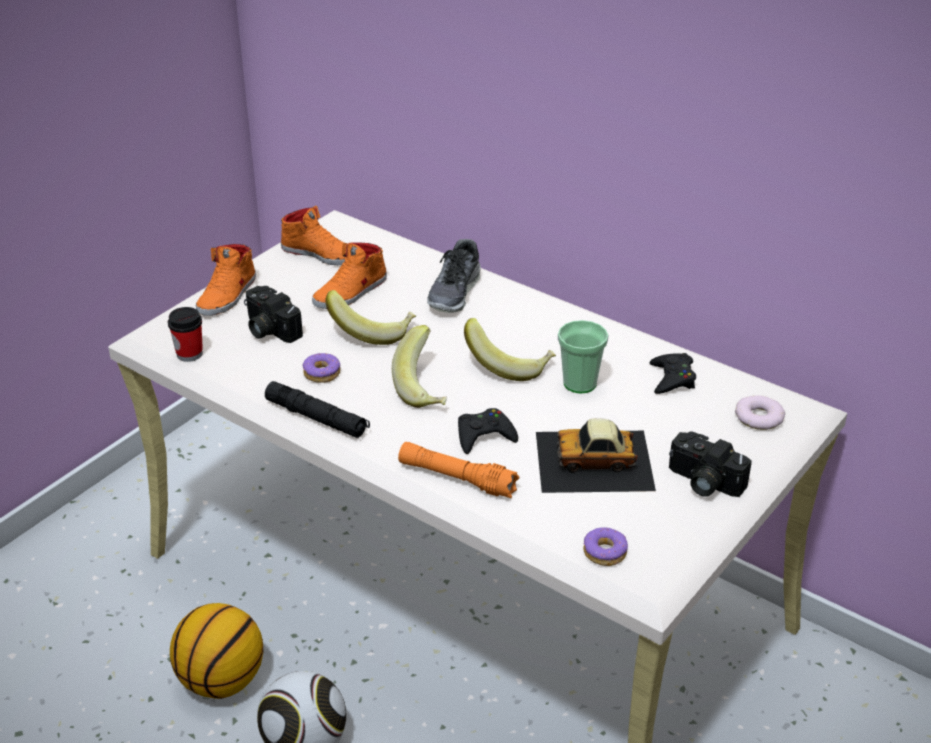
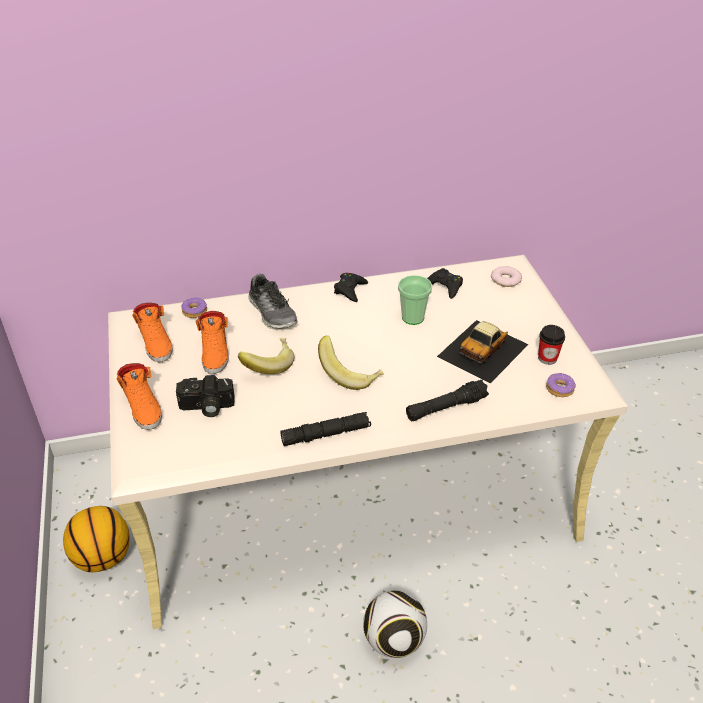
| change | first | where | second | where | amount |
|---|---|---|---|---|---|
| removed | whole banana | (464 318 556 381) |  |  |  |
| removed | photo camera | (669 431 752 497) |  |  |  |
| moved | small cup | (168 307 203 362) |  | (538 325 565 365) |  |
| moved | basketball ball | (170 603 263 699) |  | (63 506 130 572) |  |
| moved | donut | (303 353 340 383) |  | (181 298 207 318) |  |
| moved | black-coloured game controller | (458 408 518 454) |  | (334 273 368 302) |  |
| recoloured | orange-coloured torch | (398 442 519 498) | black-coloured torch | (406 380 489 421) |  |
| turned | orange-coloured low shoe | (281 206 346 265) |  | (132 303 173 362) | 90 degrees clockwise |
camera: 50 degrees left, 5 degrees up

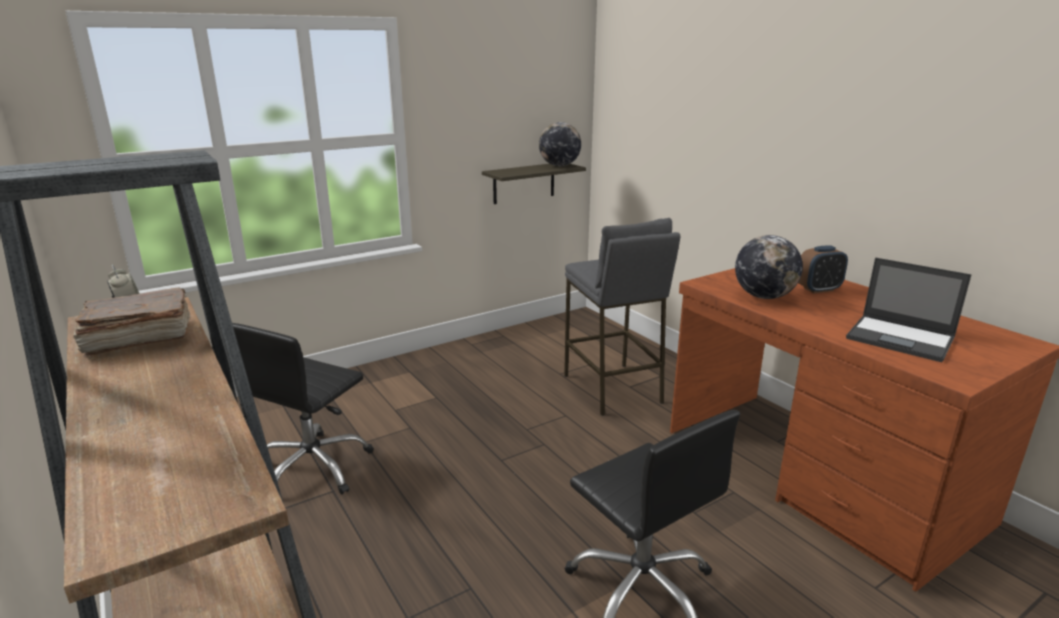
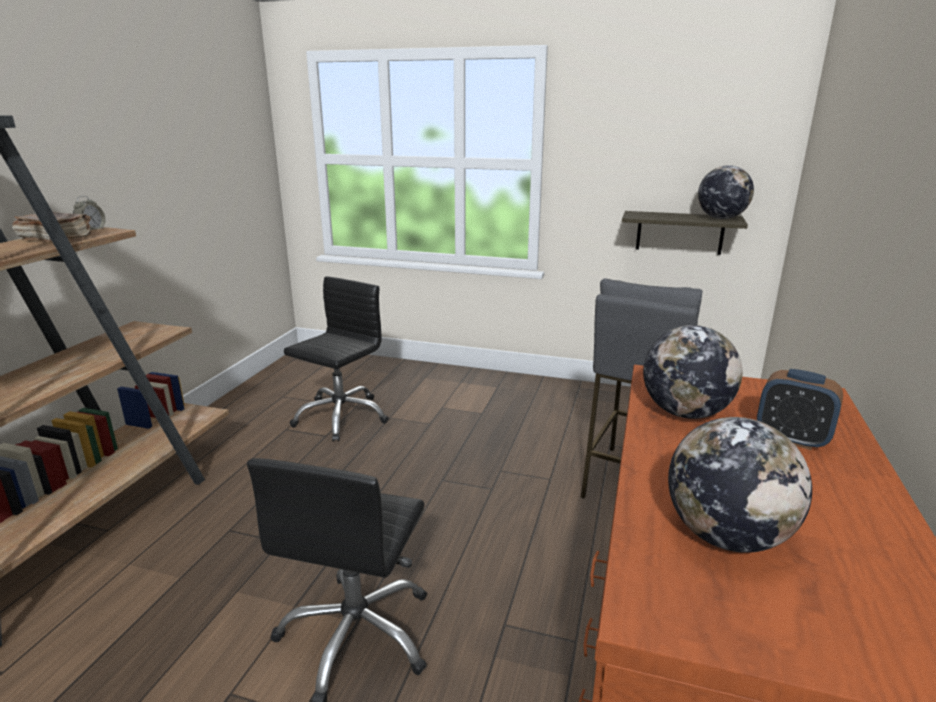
| change | first | where | second | where | amount |
|---|---|---|---|---|---|
| replaced | laptop | (846 257 972 362) | globe | (668 417 812 553) |  |
| turned | black-coloured office chair | (232 323 374 495) |  | (284 276 389 442) | 135 degrees clockwise |
camera: 50 degrees right, 0 degrees up

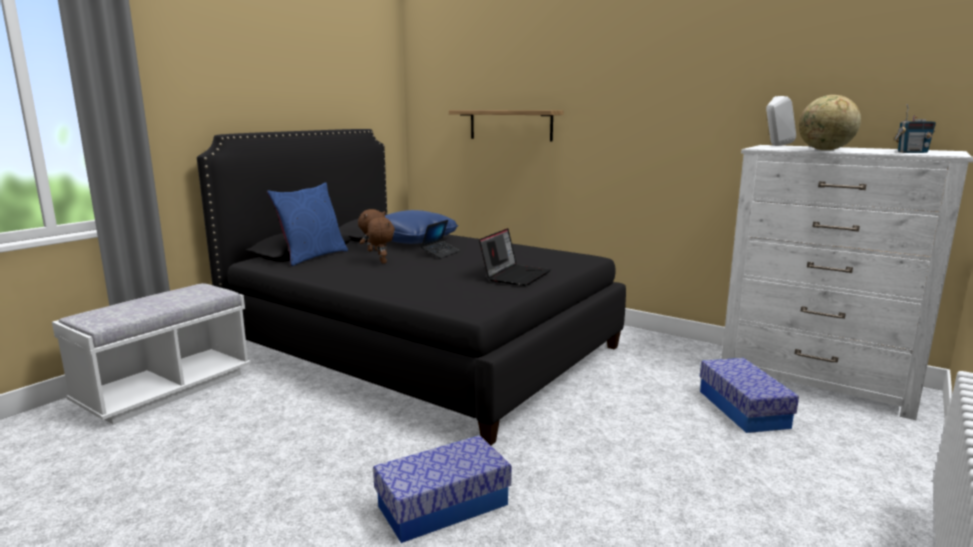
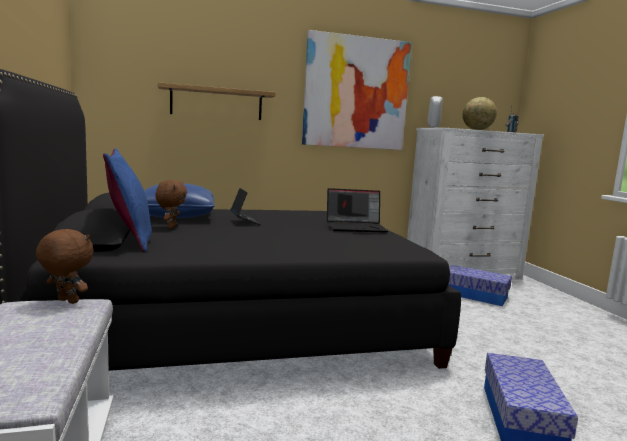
| change | first | where | second | where | amount |
|---|---|---|---|---|---|
| added |  |  | wall picture | (302 30 412 150) |  |
| moved | brown-coloured cuddly toy | (368 217 395 264) |  | (36 229 94 304) |  |
| turned | laptop | (479 228 551 286) |  | (327 188 388 233) | 105 degrees clockwise |
camera: 50 degrees left, 5 degrees down

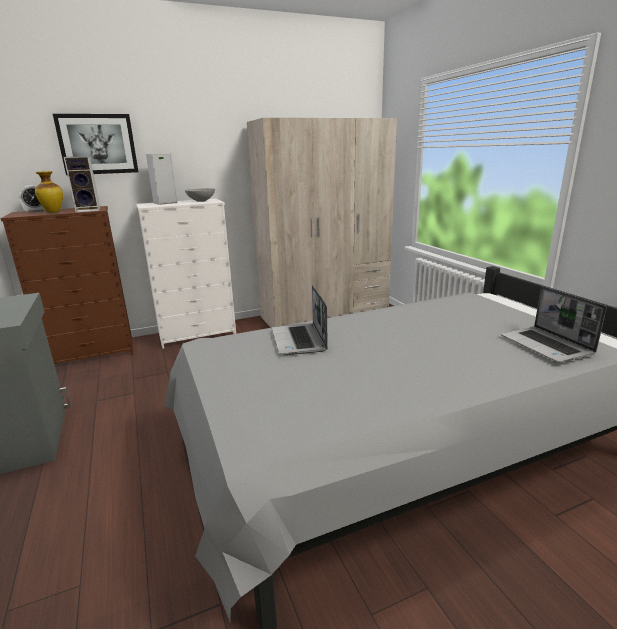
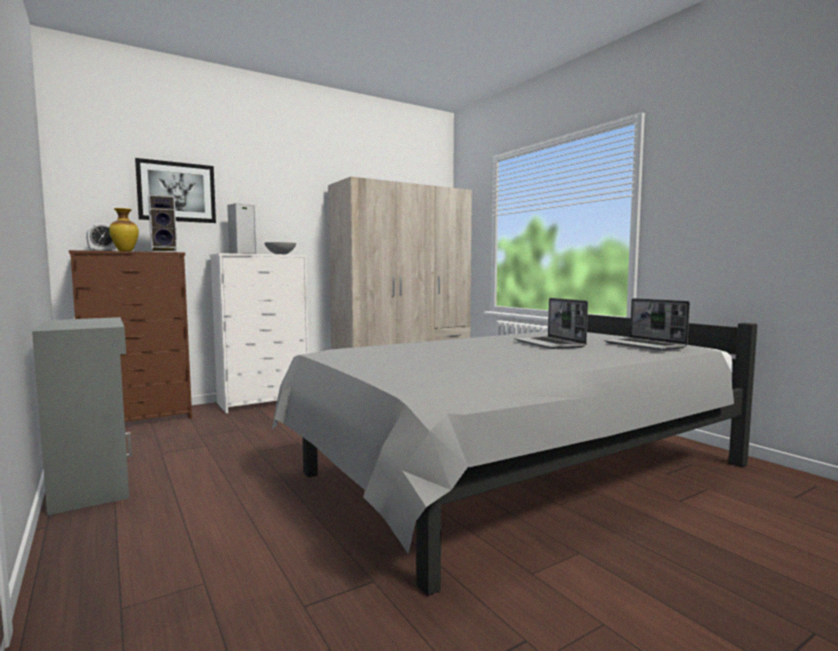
| change | first | where | second | where | amount |
|---|---|---|---|---|---|
| moved | laptop | (272 285 328 355) |  | (514 298 588 349) |  |
camera: 10 degrees left, 15 degrees down

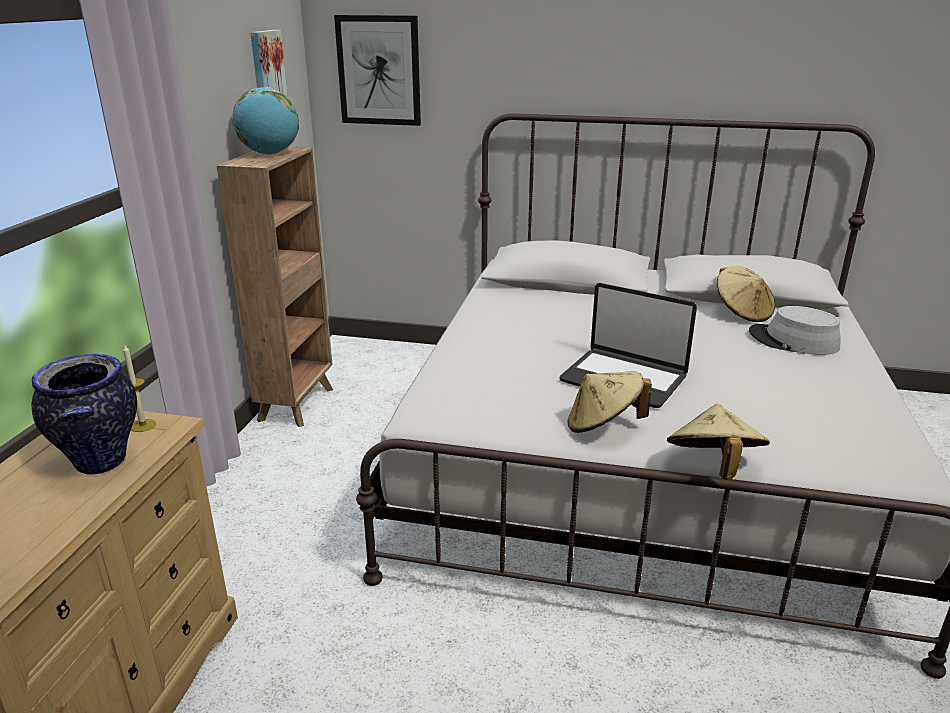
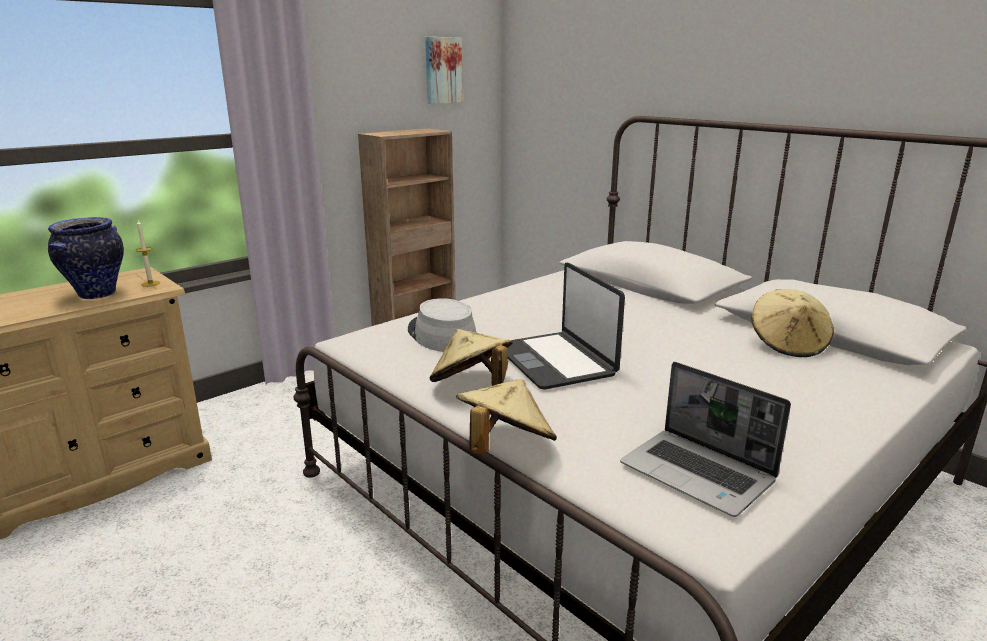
| change | first | where | second | where | amount |
|---|---|---|---|---|---|
| removed | globe | (232 87 299 155) |  |  |  |
| removed | wall picture | (334 15 421 126) |  |  |  |
| added |  |  | laptop | (620 362 791 517) |  |
| moved | grey wearable hat | (749 306 840 355) |  | (408 298 476 352) |  |
camera: 35 degrees right, 5 degrees down

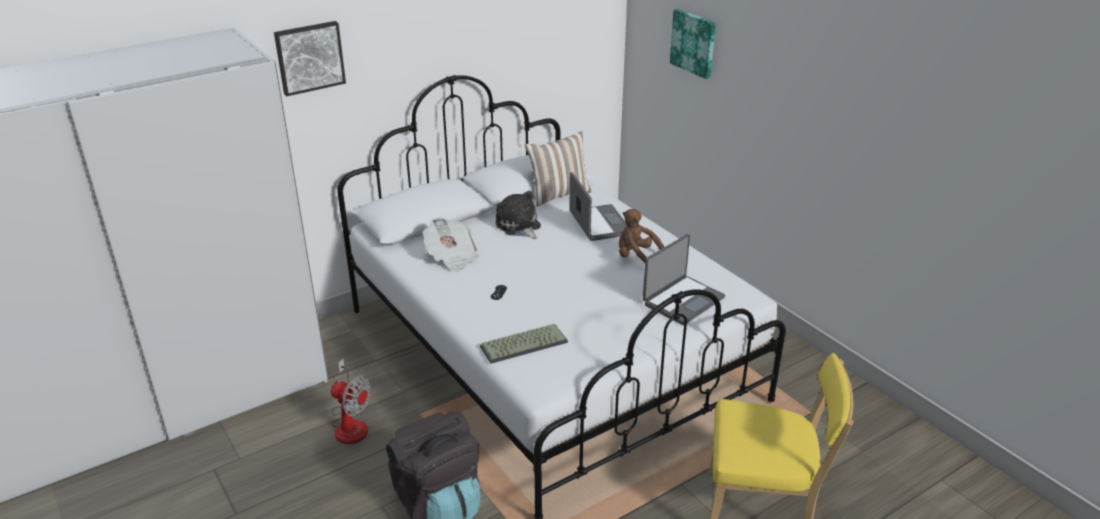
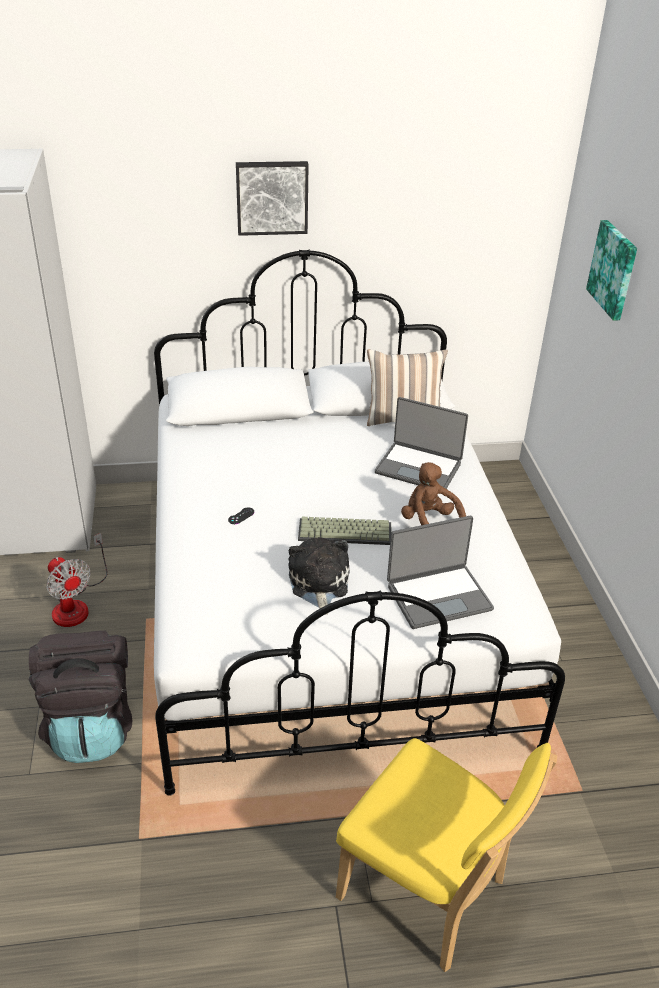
| change | first | where | second | where | amount |
|---|---|---|---|---|---|
| removed | printed paper | (423 217 479 272) |  |  |  |
| moved | wall picture | (274 21 346 96) |  | (236 161 309 236) |  |
| moved | PC keyboard | (480 324 568 364) |  | (298 517 392 545) |  |
| moved | cuddly toy | (496 191 541 239) |  | (288 537 349 615) |  |
| turned | laptop | (569 172 627 241) |  | (375 397 468 489) | 105 degrees clockwise |
camera: 25 degrees right, 5 degrees up

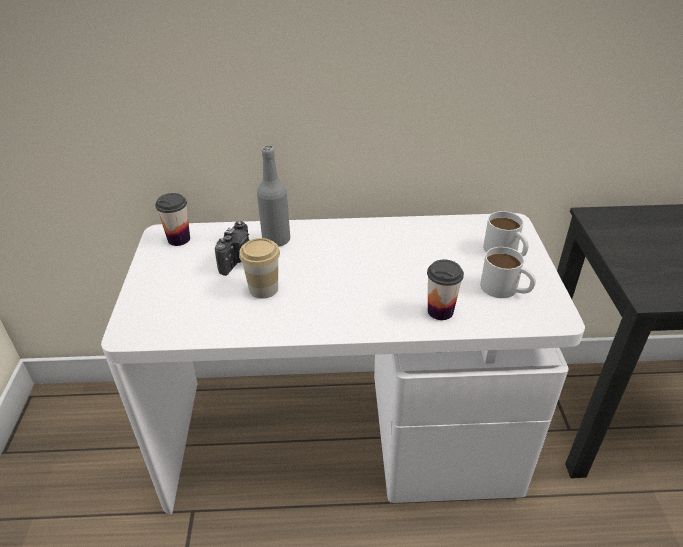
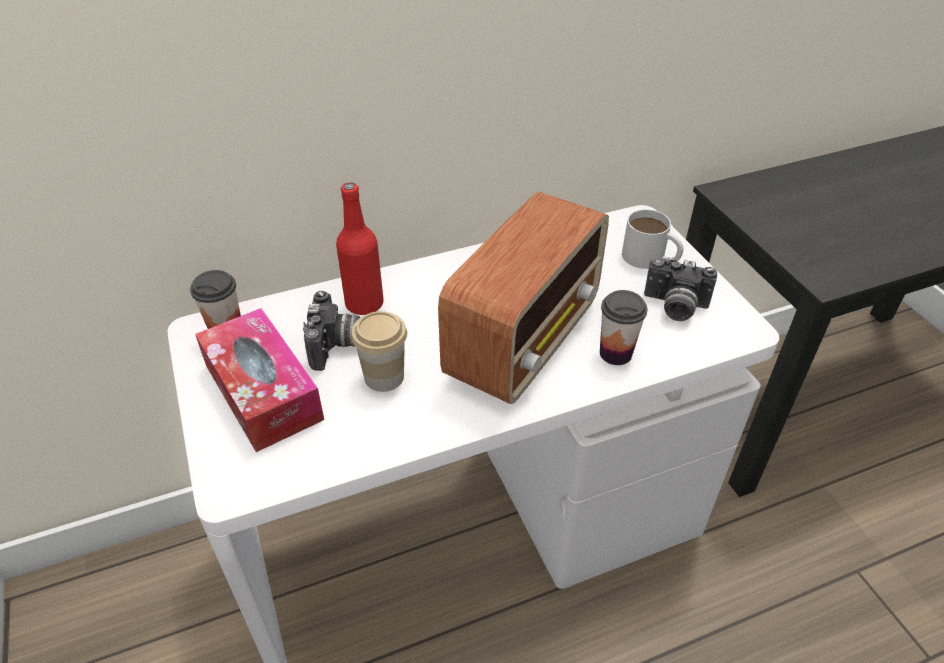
| change | first | where | second | where | amount |
|---|---|---|---|---|---|
| added |  |  | tissue holder | (195 308 324 452) |  |
| added |  |  | radio set | (438 192 609 404) |  |
| replaced | whitish tea mug | (480 247 536 298) | photo camera | (644 258 717 321) |  |
| recoloured | grey beverage bottle | (257 146 290 247) | red-coloured beverage bottle | (336 182 384 315) |  |
camera: 20 degrees left, 5 degrees up

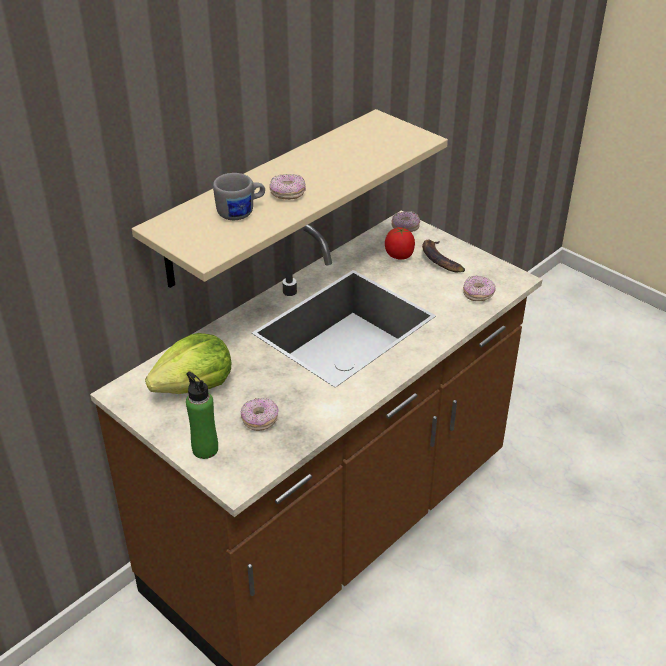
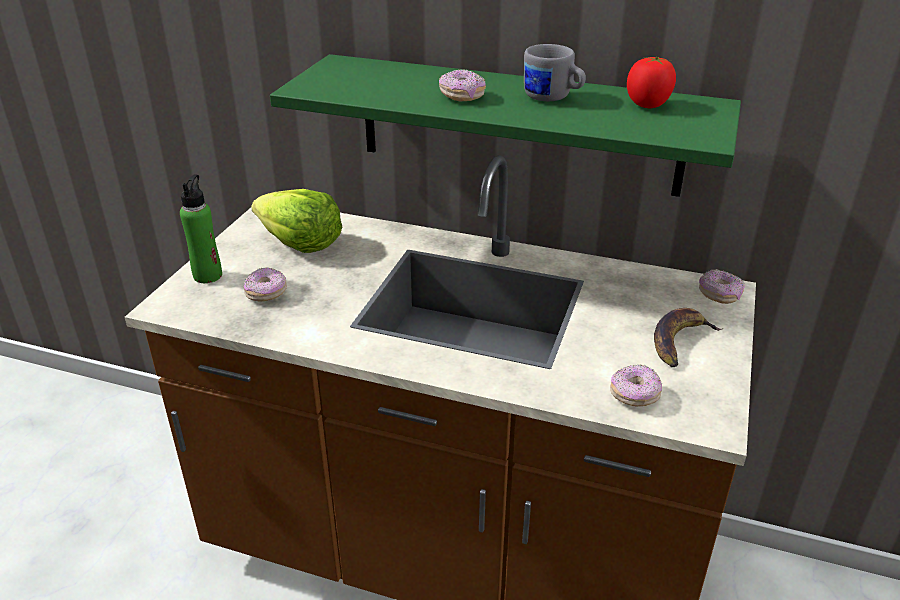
| change | first | where | second | where | amount |
|---|---|---|---|---|---|
| moved | grey tea mug | (213 173 265 220) |  | (524 44 586 101) |  |
| moved | tomato | (385 227 415 260) |  | (627 57 676 108) |  |
| recoloured | sand-coloured wall shelf | (132 109 448 288) | green wall shelf | (270 54 741 197) |  |
camera: 65 degrees right, 5 degrees down

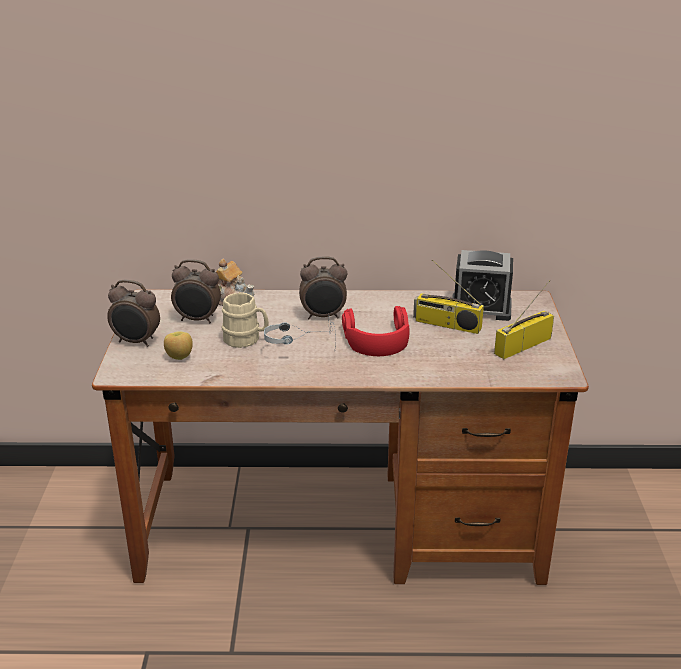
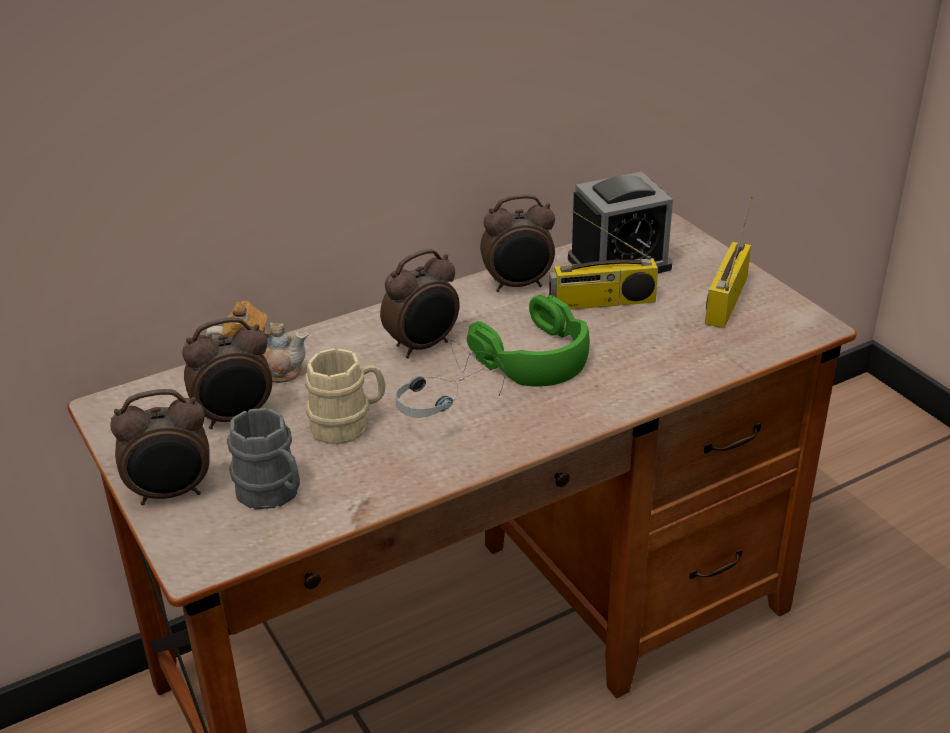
| change | first | where | second | where | amount |
|---|---|---|---|---|---|
| added |  |  | bedside clock | (480 194 555 292) |  |
| replaced | whole apple | (164 331 193 360) | grey tea mug | (227 408 300 509) |  |
| recoloured | red-coloured headphones | (342 306 410 356) | green headphones | (467 295 590 387) |  |
camera: 30 degrees left, 5 degrees up

